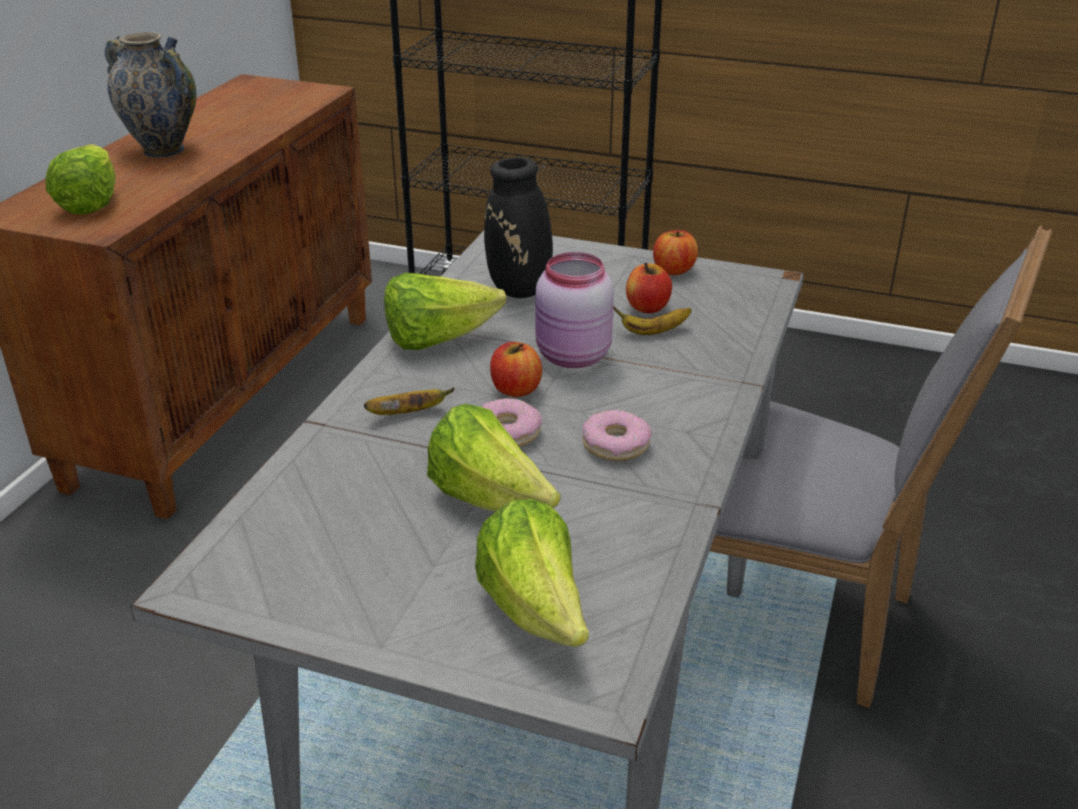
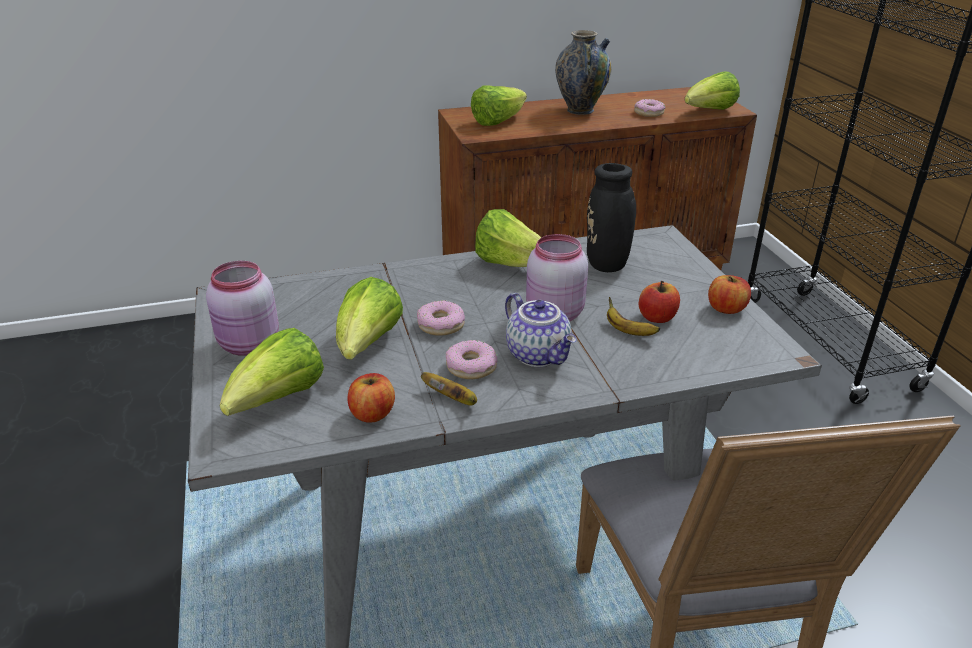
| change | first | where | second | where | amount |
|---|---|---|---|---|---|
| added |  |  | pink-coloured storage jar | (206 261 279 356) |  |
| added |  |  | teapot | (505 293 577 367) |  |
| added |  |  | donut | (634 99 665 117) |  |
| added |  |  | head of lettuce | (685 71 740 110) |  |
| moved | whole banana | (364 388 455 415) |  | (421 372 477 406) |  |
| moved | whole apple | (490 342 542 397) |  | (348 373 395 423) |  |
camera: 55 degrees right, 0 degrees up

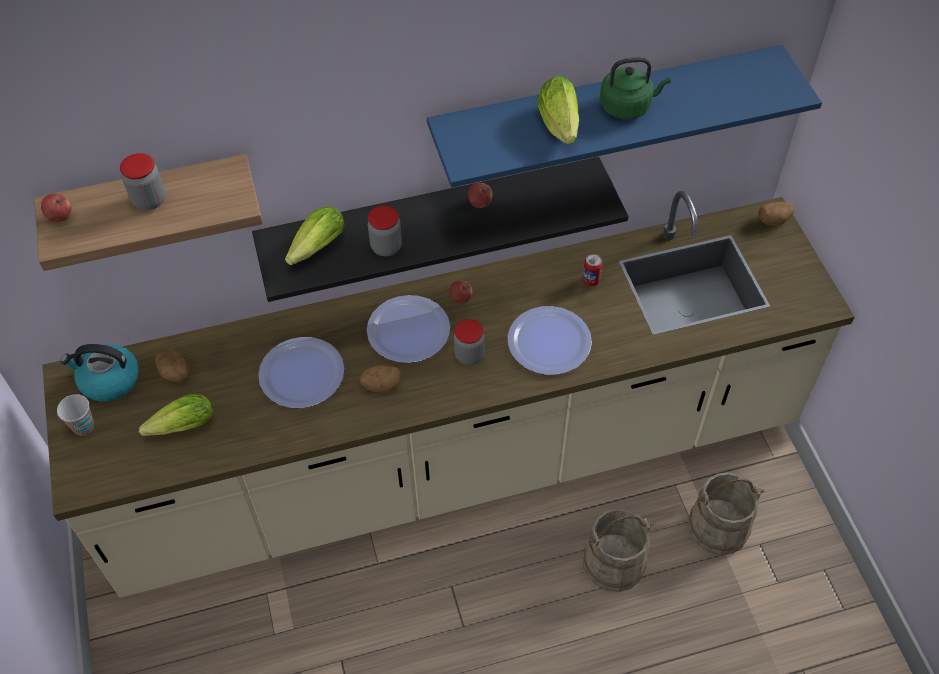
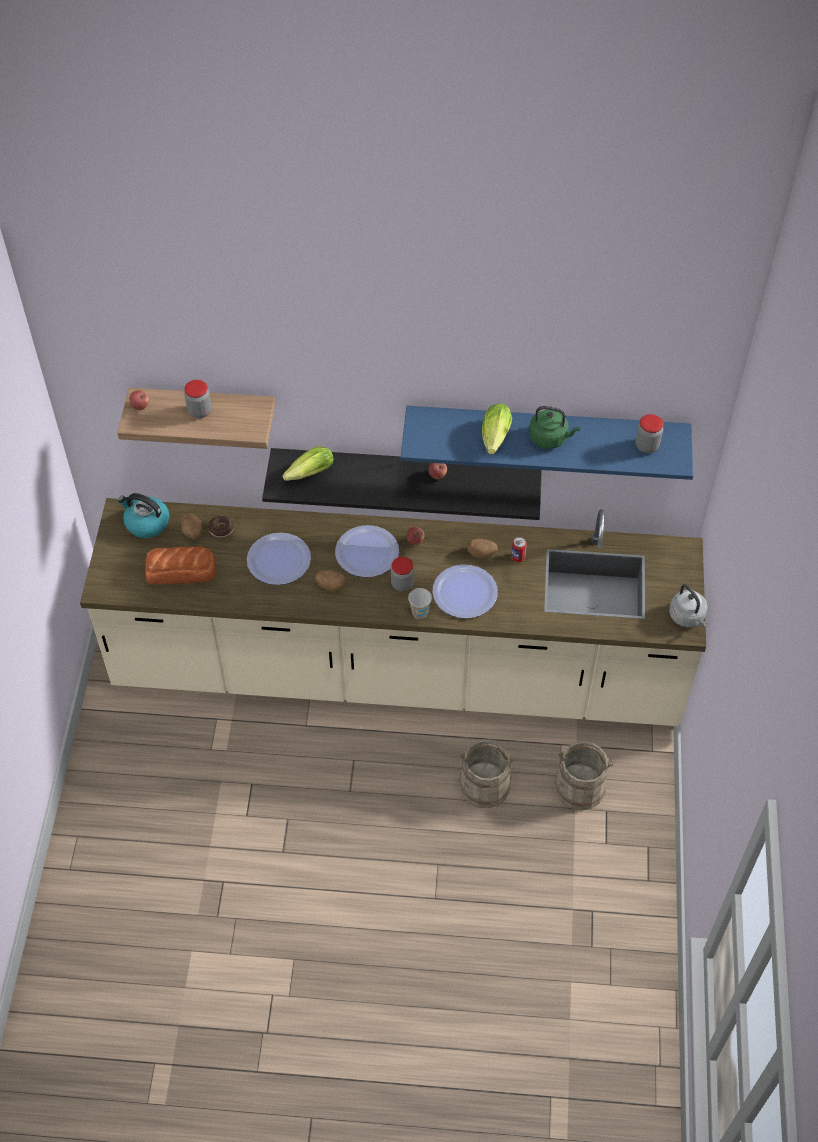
| change | first | where | second | where | amount |
|---|---|---|---|---|---|
| added |  |  | donut | (208 515 234 538) |  |
| added |  |  | grey tea kettle | (669 584 707 627) |  |
| moved | small cup | (57 394 94 436) |  | (408 588 432 619) |  |
| moved | storage jar | (368 206 402 256) |  | (635 414 663 453) |  |
| moved | spud | (758 202 795 226) |  | (467 539 498 559) |  |
| replaced | head of lettuce | (139 394 213 436) | baked bread | (145 546 216 585) |  |
camera: 20 degrees right, 0 degrees up

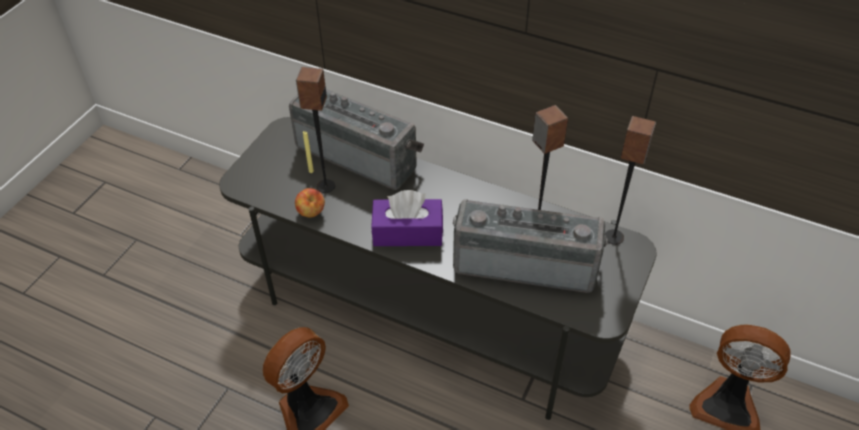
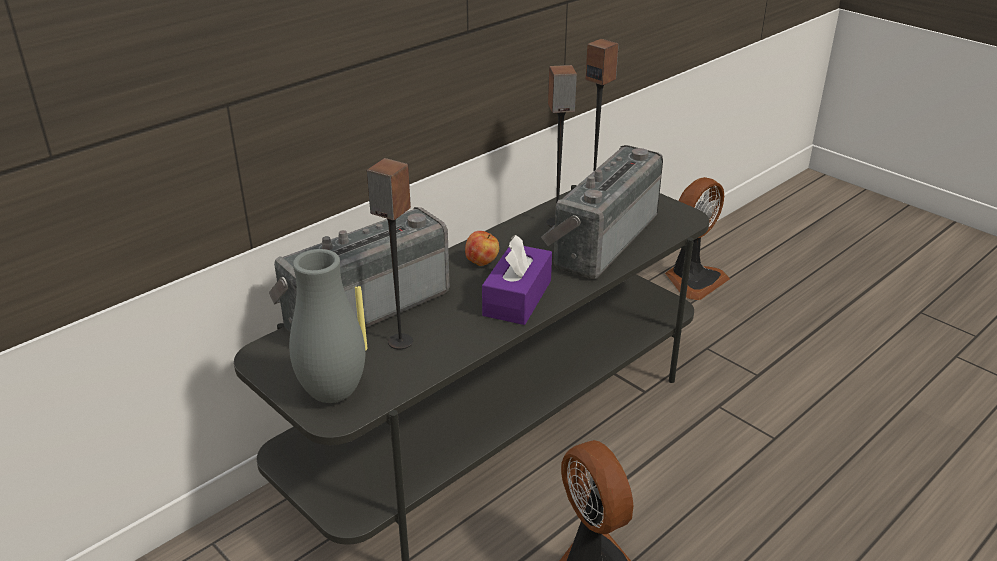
| change | first | where | second | where | amount |
|---|---|---|---|---|---|
| added |  |  | grey vase | (289 249 365 403) |  |
| moved | whole apple | (295 188 325 218) |  | (465 231 499 266) |  |
camera: 70 degrees left, 15 degrees down

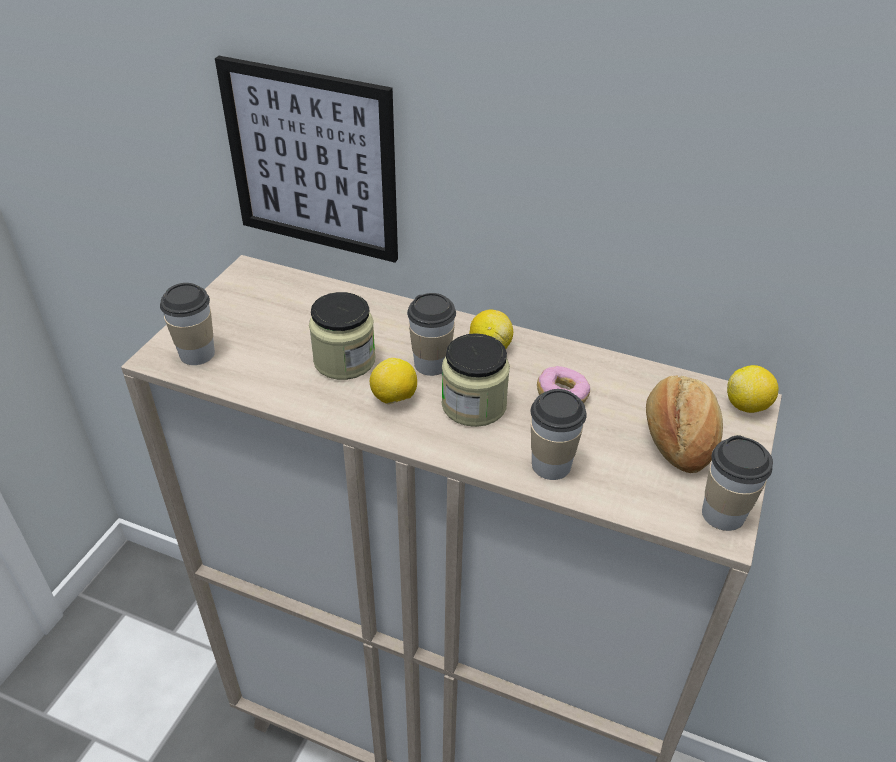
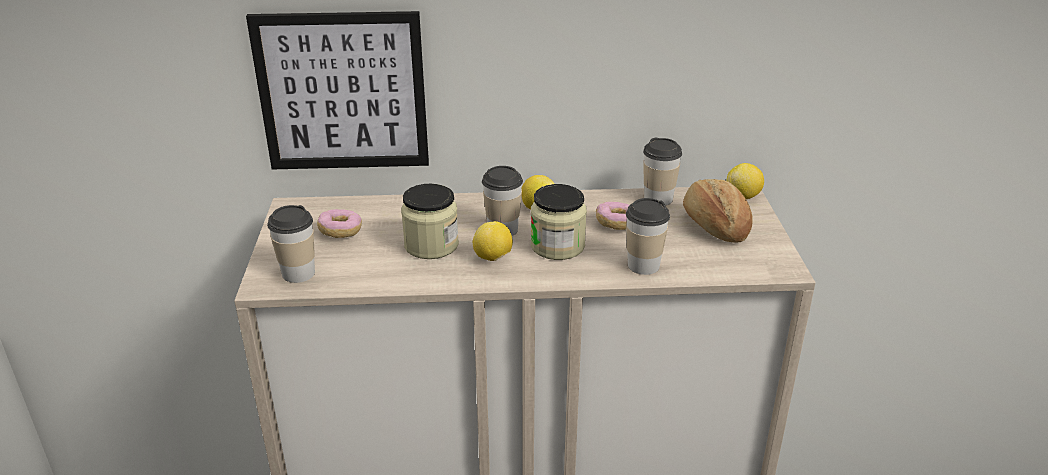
| change | first | where | second | where | amount |
|---|---|---|---|---|---|
| added |  |  | donut | (317 209 362 238) |  |
| moved | small cup | (702 435 773 531) |  | (643 137 682 206) |  |
camera: 25 degrees left, 10 degrees down

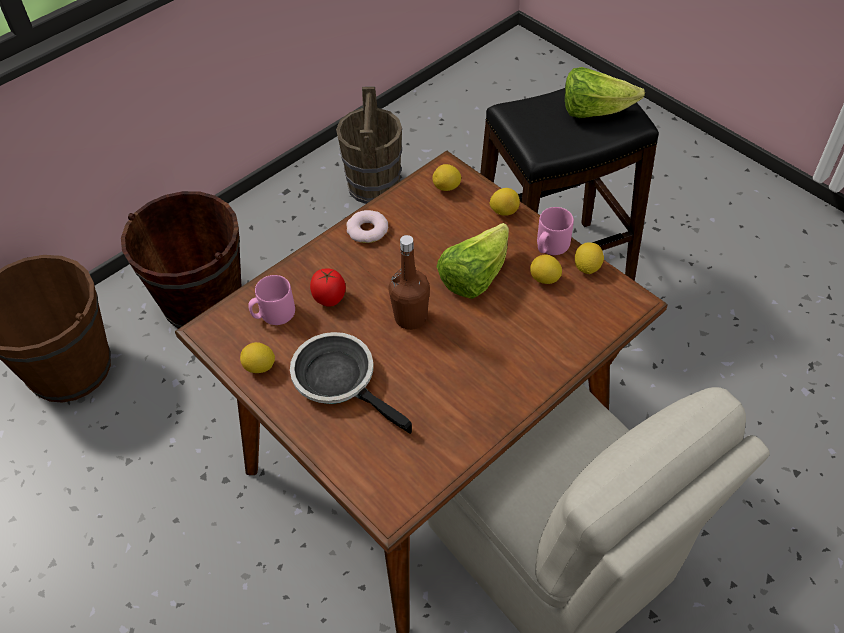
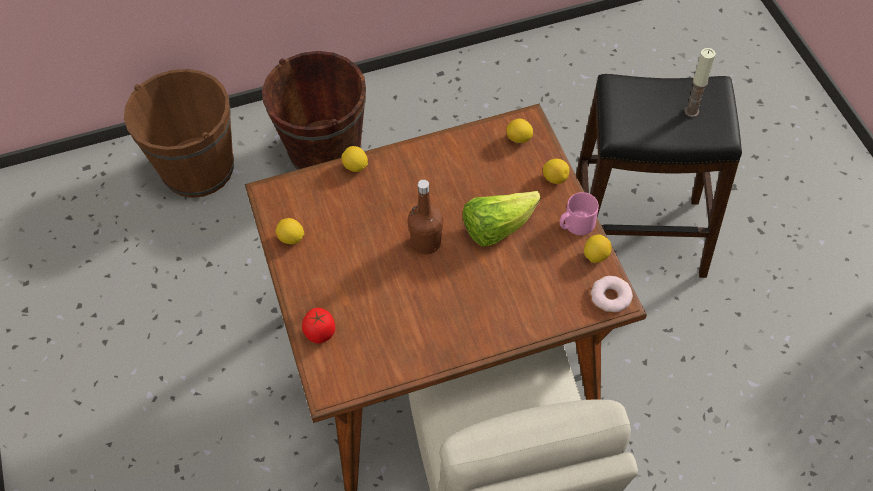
| change | first | where | second | where | amount |
|---|---|---|---|---|---|
| removed | pink-coloured tea mug | (248 275 295 325) |  |  |  |
| removed | frying pan | (290 332 412 434) |  |  |  |
| removed | brown-coloured water bucket | (336 86 402 204) |  |  |  |
| moved | tomato | (310 268 346 307) |  | (302 308 335 344) |  |
| moved | donut | (346 210 388 243) |  | (591 276 633 312) |  |
| moved | lemon | (530 254 562 284) |  | (341 146 368 172) |  |
| replaced | head of lettuce | (565 67 645 118) | wax candle | (684 48 716 117) |  |
camera: 25 degrees right, 5 degrees up

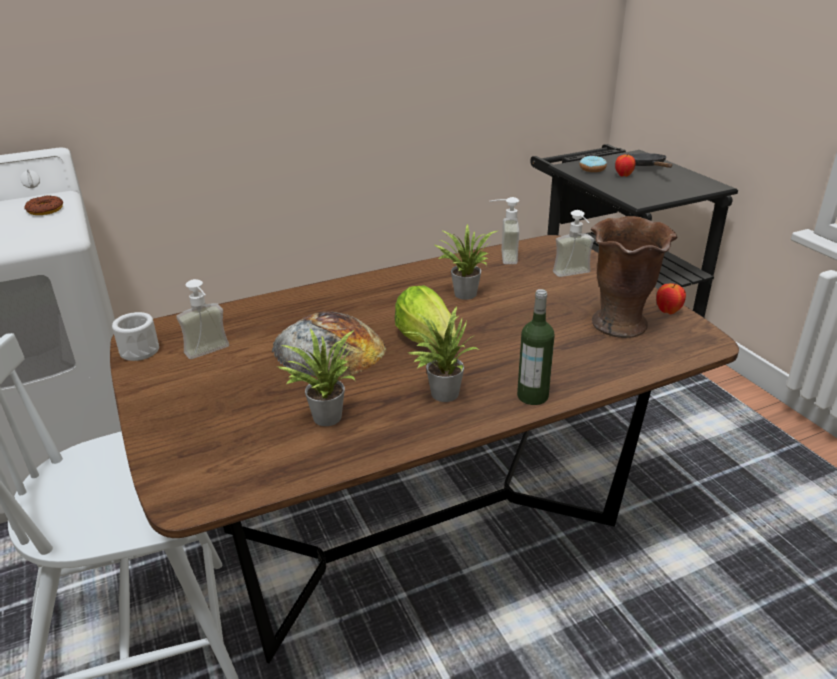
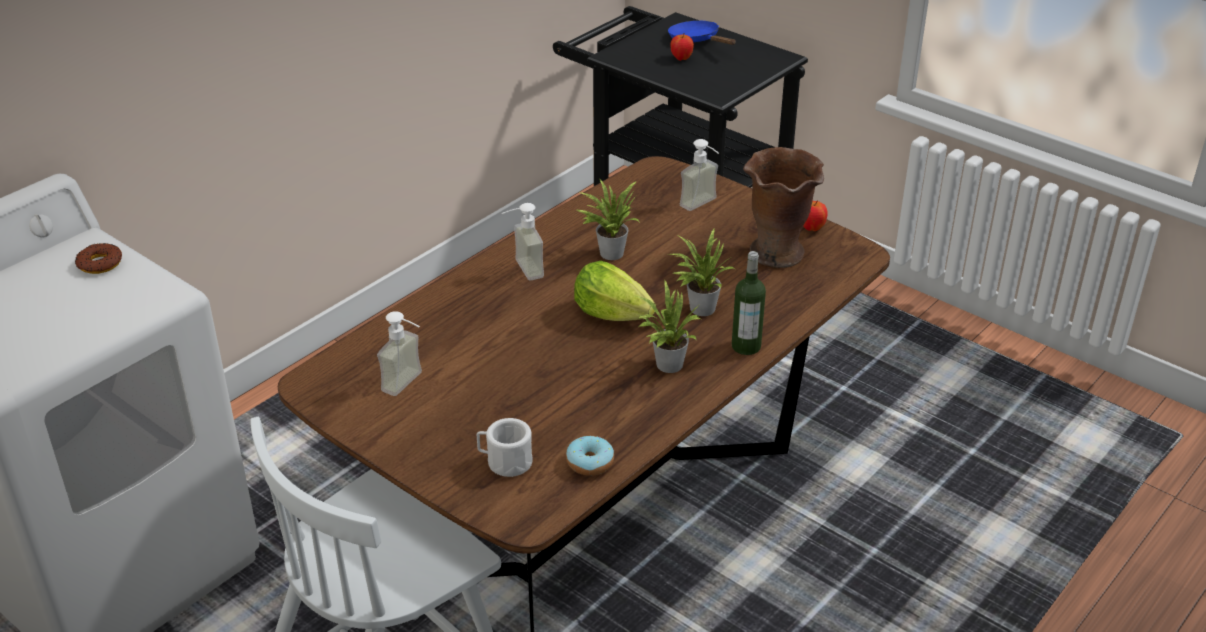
| change | first | where | second | where | amount |
|---|---|---|---|---|---|
| removed | baked bread | (272 311 387 377) |  |  |  |
| moved | whitish tea mug | (112 312 159 361) |  | (477 418 532 477) |  |
| moved | plant in a pot | (277 329 356 426) |  | (668 229 735 316) |  |
| moved | liquid soap bottle | (490 197 519 264) |  | (502 203 544 281) |  |
| moved | donut | (580 156 607 172) |  | (566 436 614 476) |  |
| recoloured | black-coloured frying pan | (628 153 672 168) | bluish frying pan | (668 21 736 45) |  |
camera: 25 degrees left, 5 degrees up

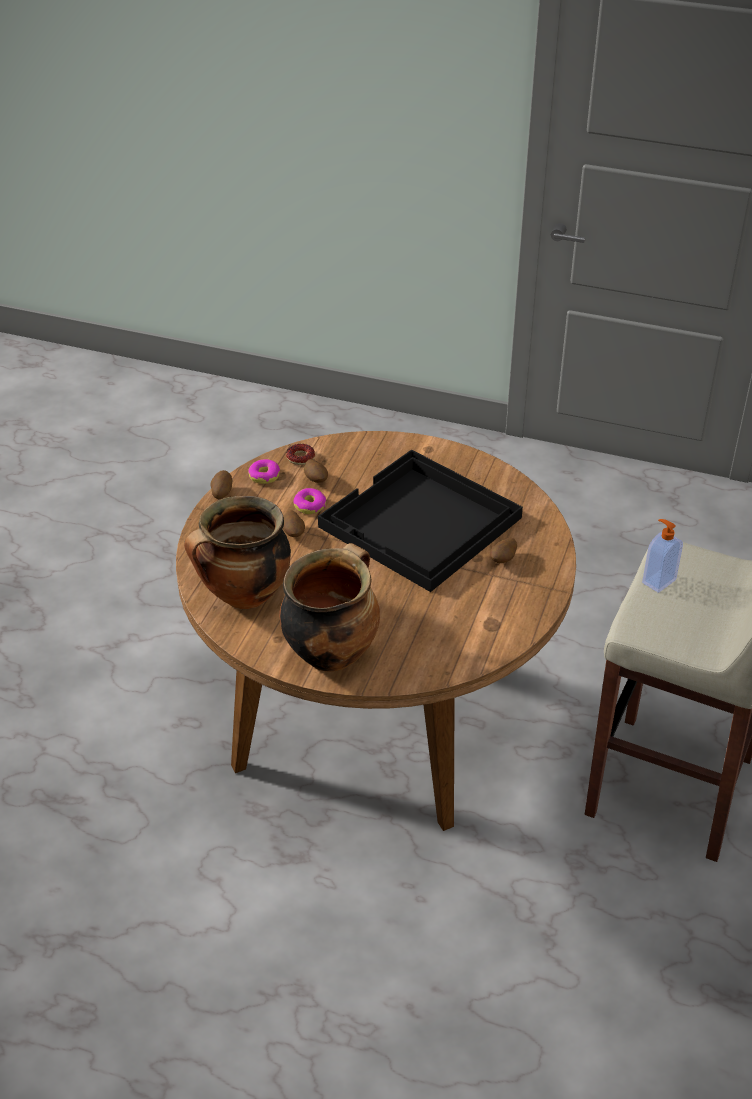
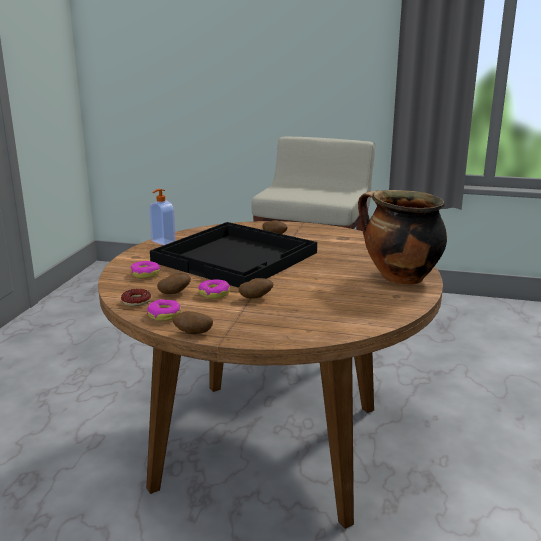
| change | first | where | second | where | amount |
|---|---|---|---|---|---|
| removed | stockpot | (184 496 291 609) |  |  |  |
| added |  |  | donut | (130 261 160 279) |  |
| moved | liquid soap bottle | (642 519 683 593) |  | (149 189 176 245) |  |
camera: 95 degrees left, 20 degrees down

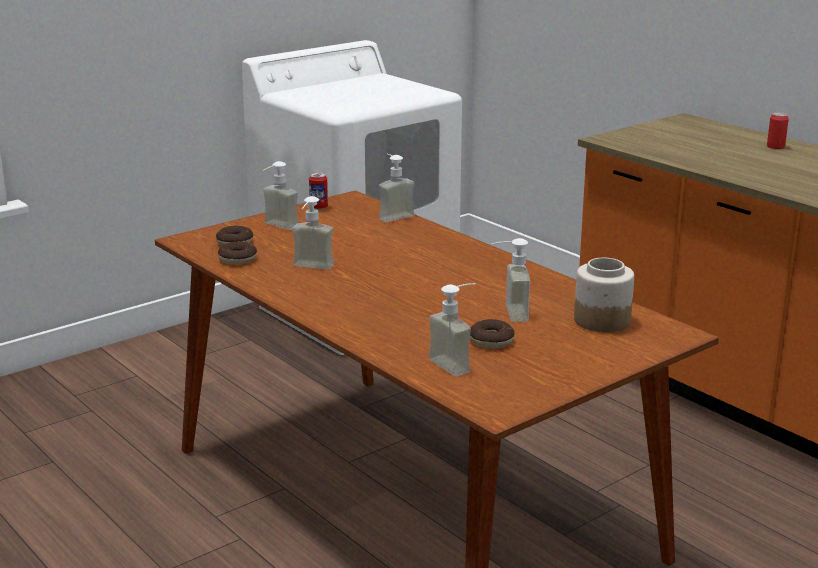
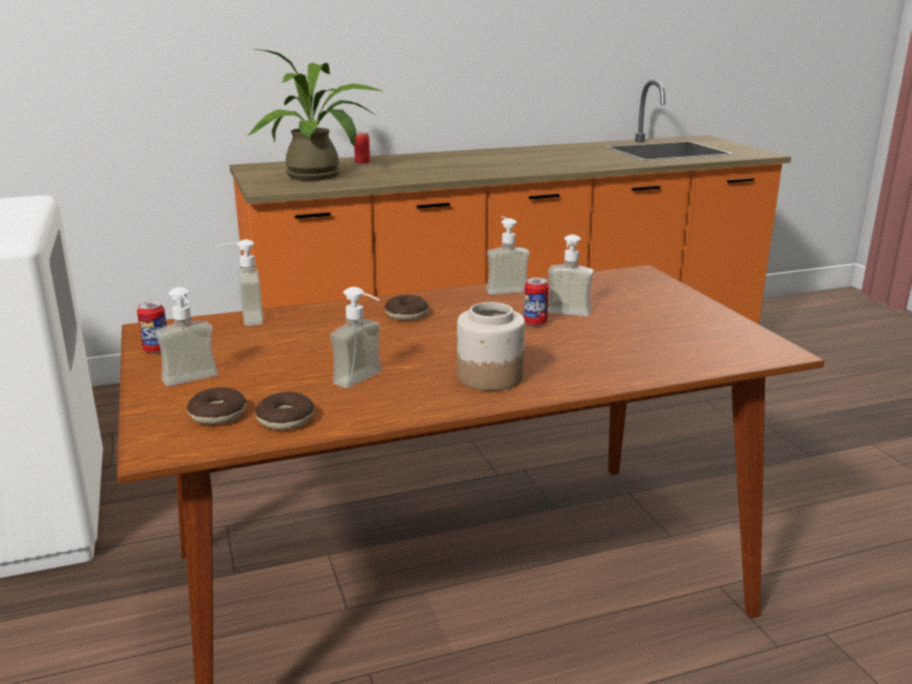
| change | first | where | second | where | amount |
|---|---|---|---|---|---|
| added |  |  | plant in a pot | (248 49 384 181) |  |
| added |  |  | can | (524 278 549 326) |  |
| moved | liquid soap bottle | (429 283 476 376) |  | (486 216 530 295) |  |
| moved | donut | (470 319 515 348) |  | (385 295 428 320) |  |
| moved | storage jar | (574 258 634 332) |  | (457 302 525 391) |  |
camera: 70 degrees left, 0 degrees up

